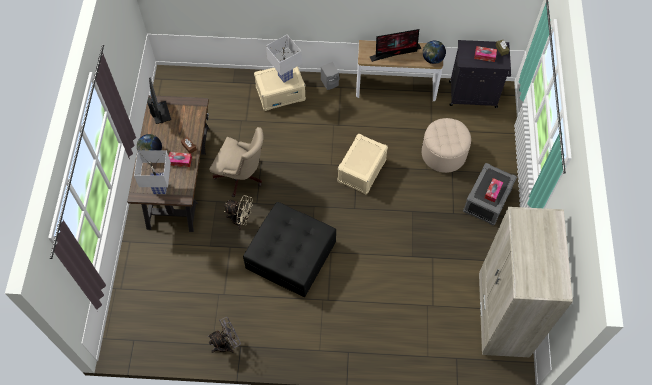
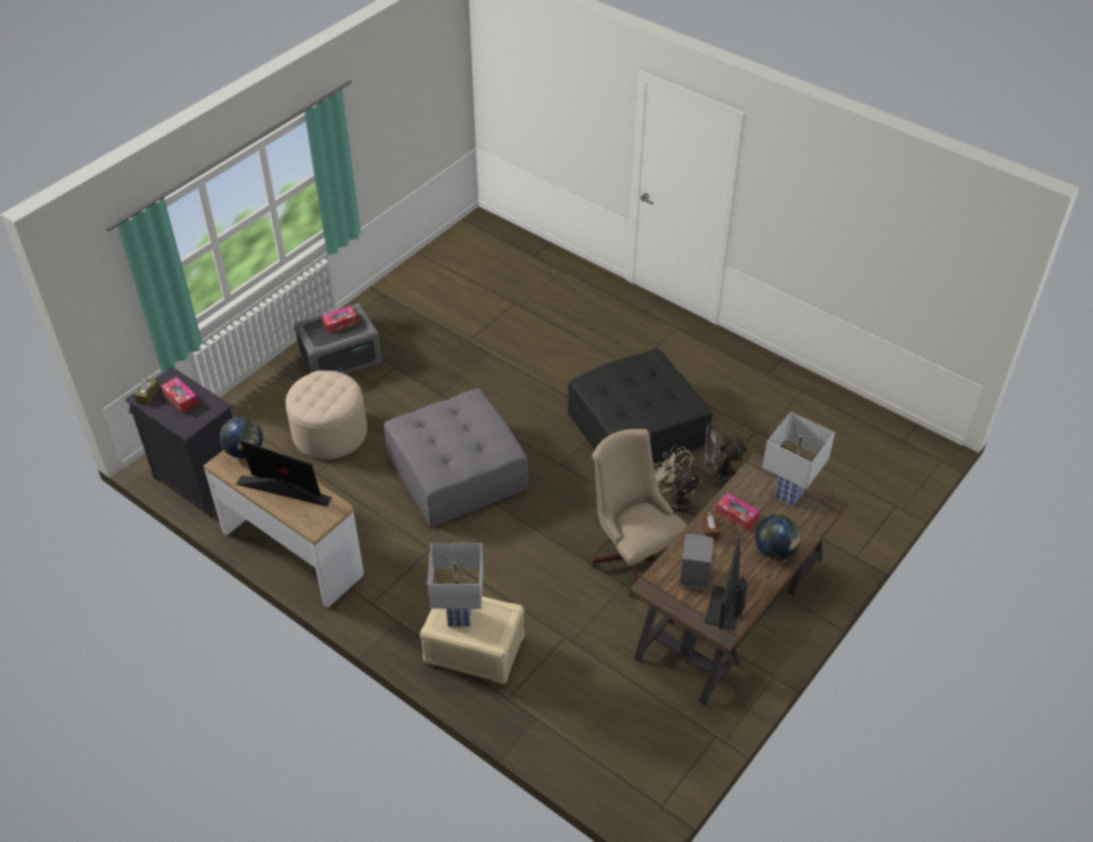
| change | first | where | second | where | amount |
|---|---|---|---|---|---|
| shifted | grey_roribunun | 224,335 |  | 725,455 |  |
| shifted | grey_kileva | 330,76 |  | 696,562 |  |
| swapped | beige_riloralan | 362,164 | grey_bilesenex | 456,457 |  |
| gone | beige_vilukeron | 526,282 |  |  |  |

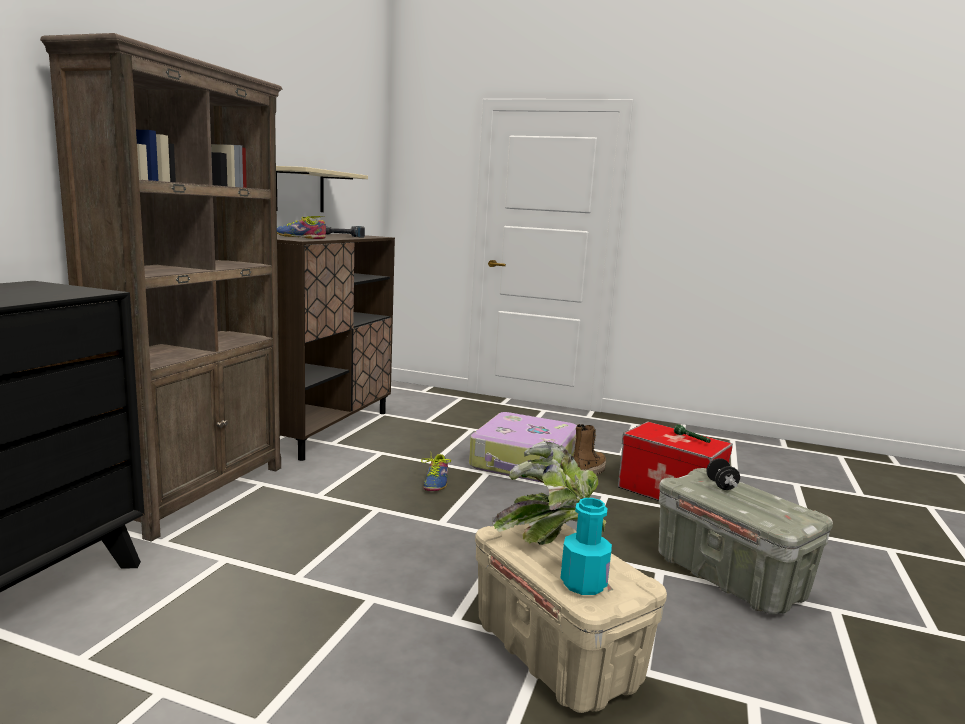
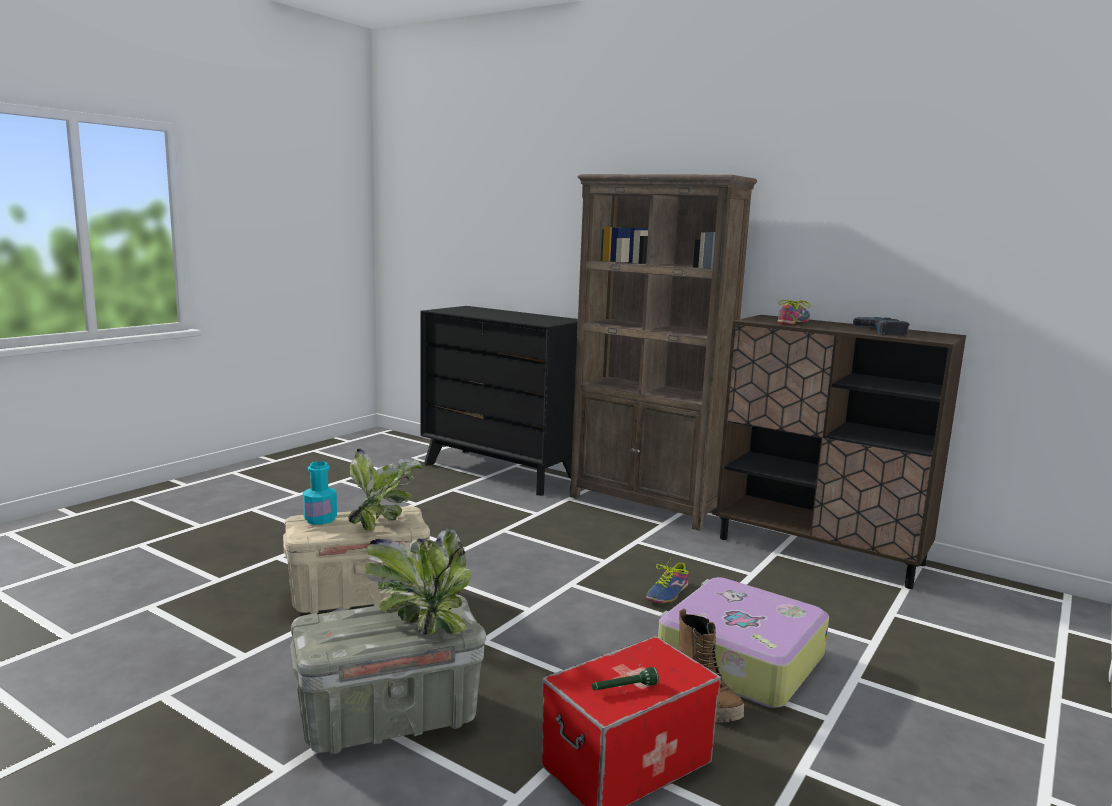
| change | first | where | second | where | amount |
|---|---|---|---|---|---|
| gone | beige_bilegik | 322,189 |  |  |  |
| rotated | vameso | 436,471 |  | 667,581 | 75 degrees counterclockwise |
| swapped | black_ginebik | 723,474 | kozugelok | 418,580 |  |

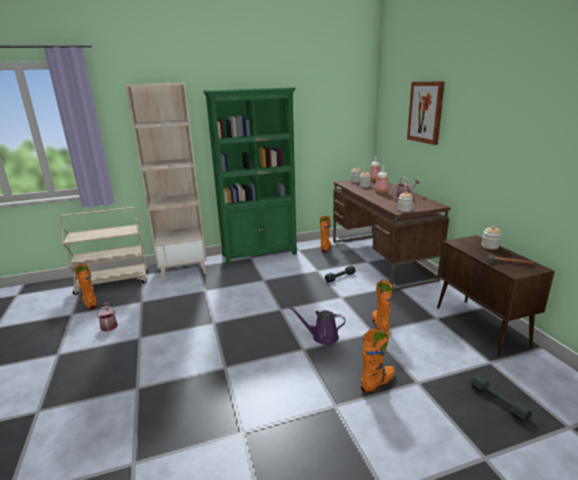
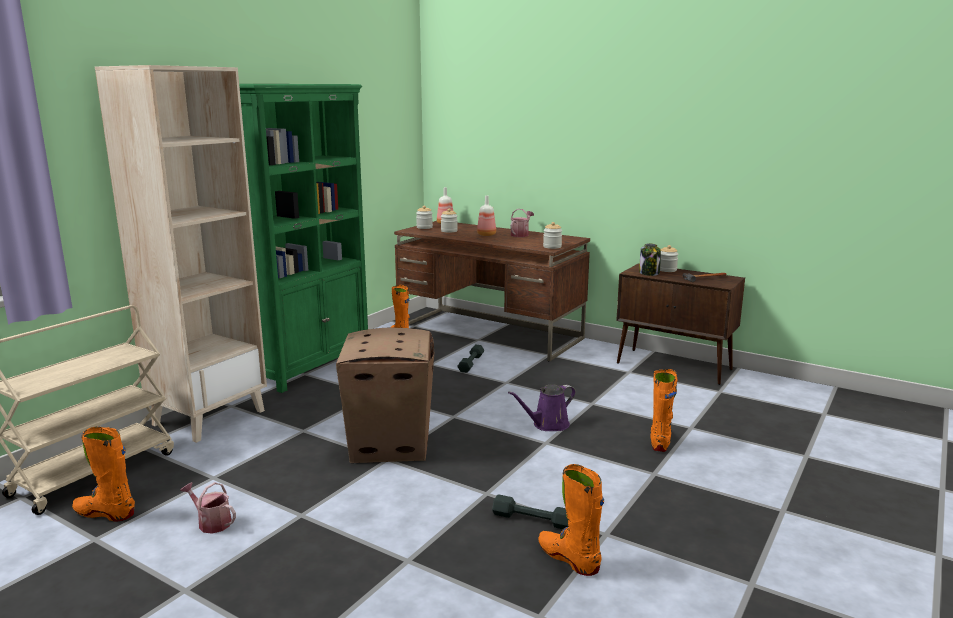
| change | first | where | second | where | amount |
|---|---|---|---|---|---|
| shifted | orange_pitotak | 382,306 |  | 571,520 |  |
| gone | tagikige | 426,113 |  |  |  |
| shifted | grey_ginebik | 501,398 |  | 530,511 |  |
| new |  |  | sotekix | 385,395 |  |
| new |  |  | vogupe | 650,259 |  |

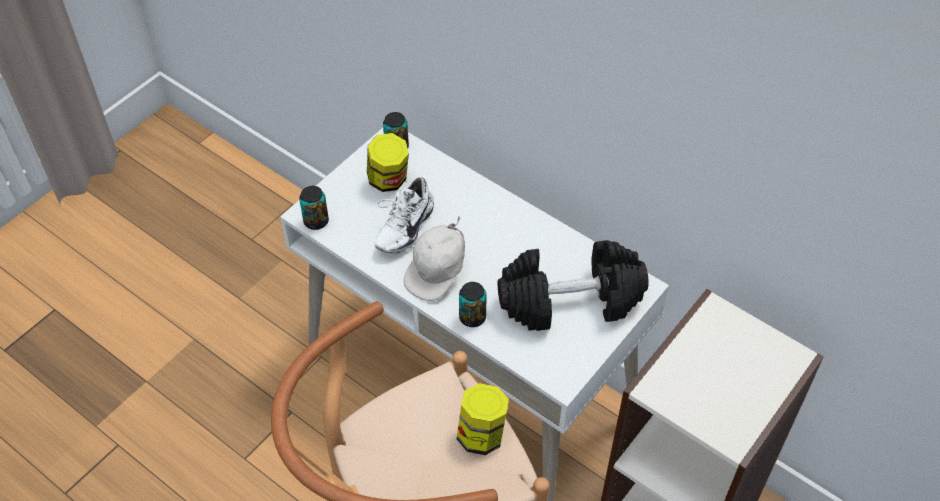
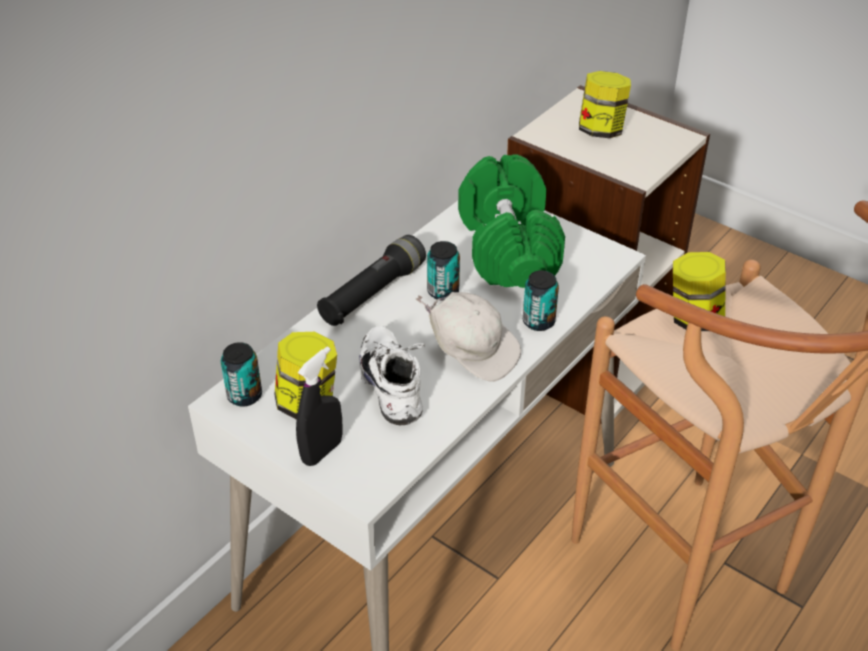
| change | first | where | second | where | amount |
|---|---|---|---|---|---|
| shifted | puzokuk | 314,208 |  | 443,270 |  |
| rotated | white_vameso | 404,215 |  | 392,375 | 135 degrees counterclockwise |
| repainted | black_ginebik | 573,285 | green_ginebik | 511,221 |  |
| new |  |  | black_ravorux | 319,406 |  |
| new |  |  | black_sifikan | 371,280 |  |
| new |  |  | vogupe | 605,104 |  |

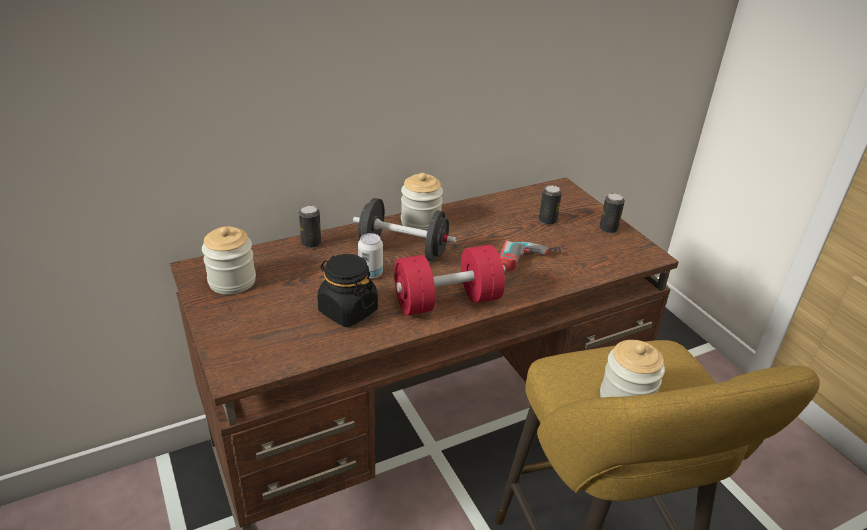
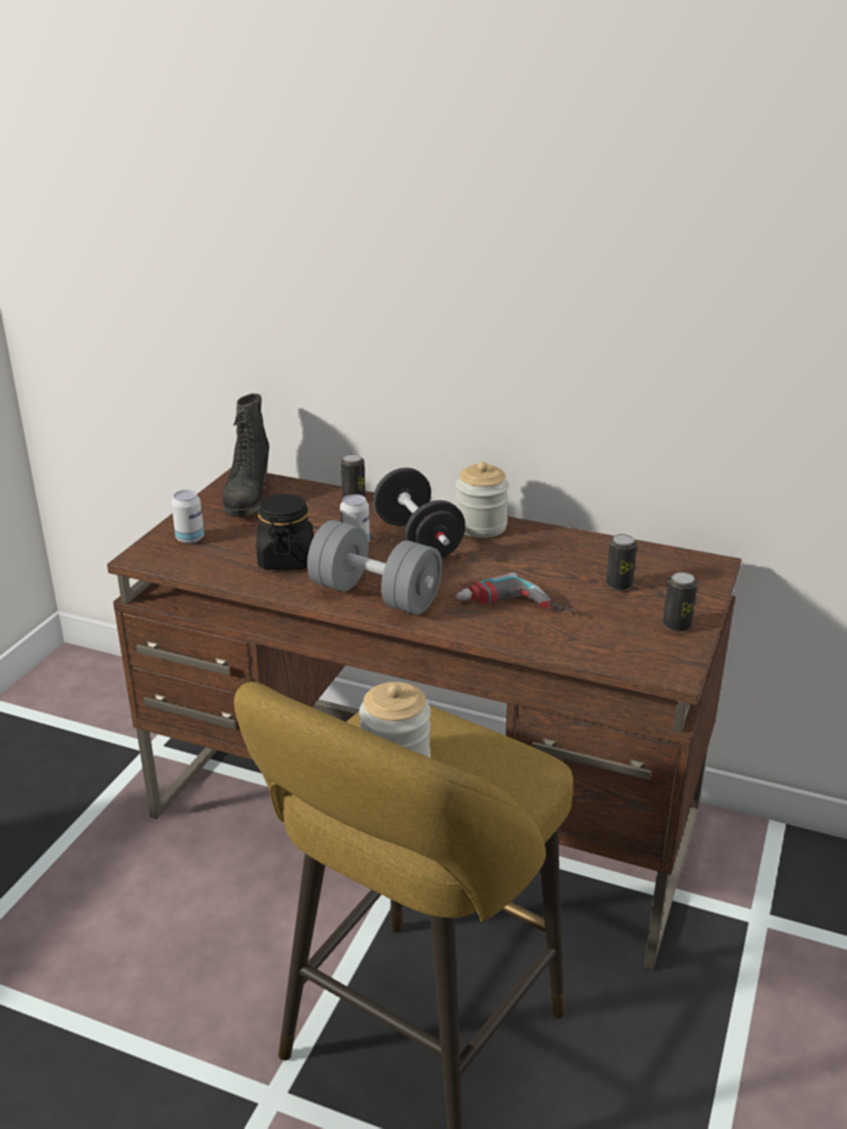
| change | first | where | second | where | amount |
|---|---|---|---|---|---|
| swapped | vogupe | 229,260 | black_pitotak | 246,455 |  |
| repainted | red_ginebik | 449,280 | grey_ginebik | 374,567 |  |
| new |  |  | puzokuk | 187,517 |  |

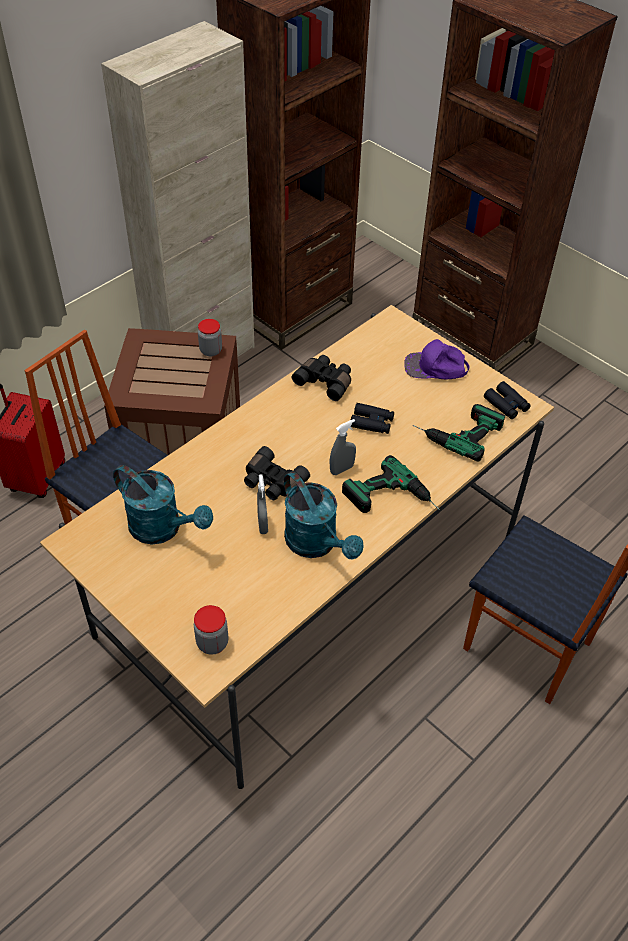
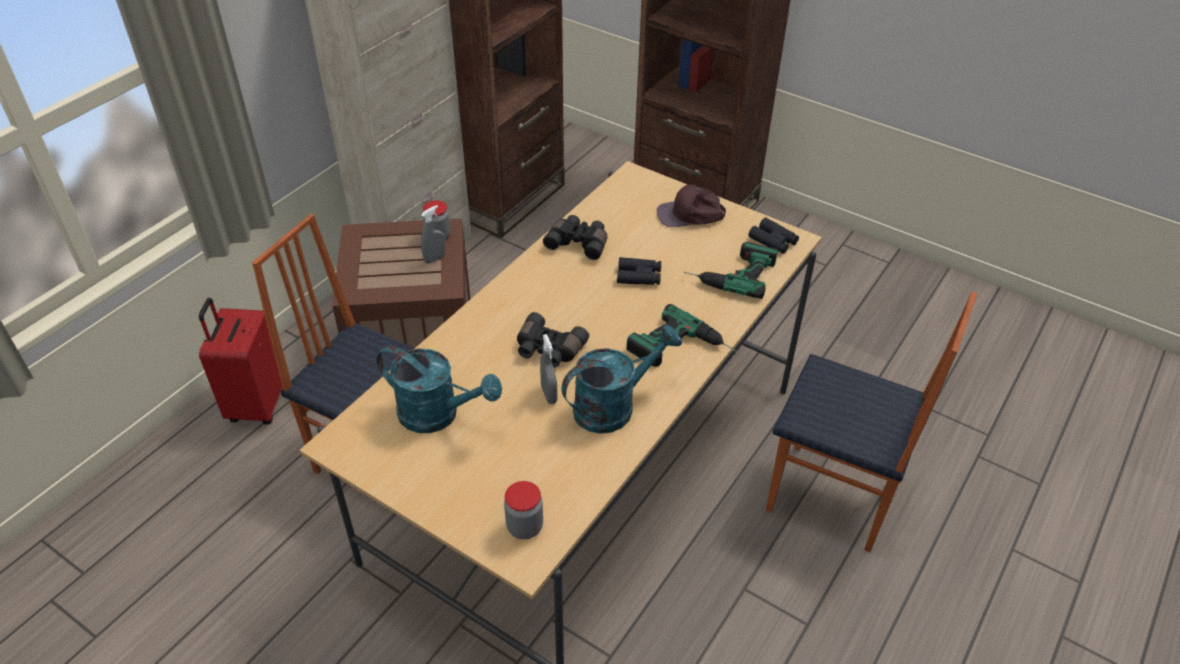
| change | first | where | second | where | amount |
|---|---|---|---|---|---|
| rotated | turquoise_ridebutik | 323,515 |  | 622,379 | 75 degrees counterclockwise |
| shifted | grey_ravorux | 343,447 |  | 433,234 |  |
| repainted | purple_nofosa | 436,359 | brown_nofosa | 691,205 |  |

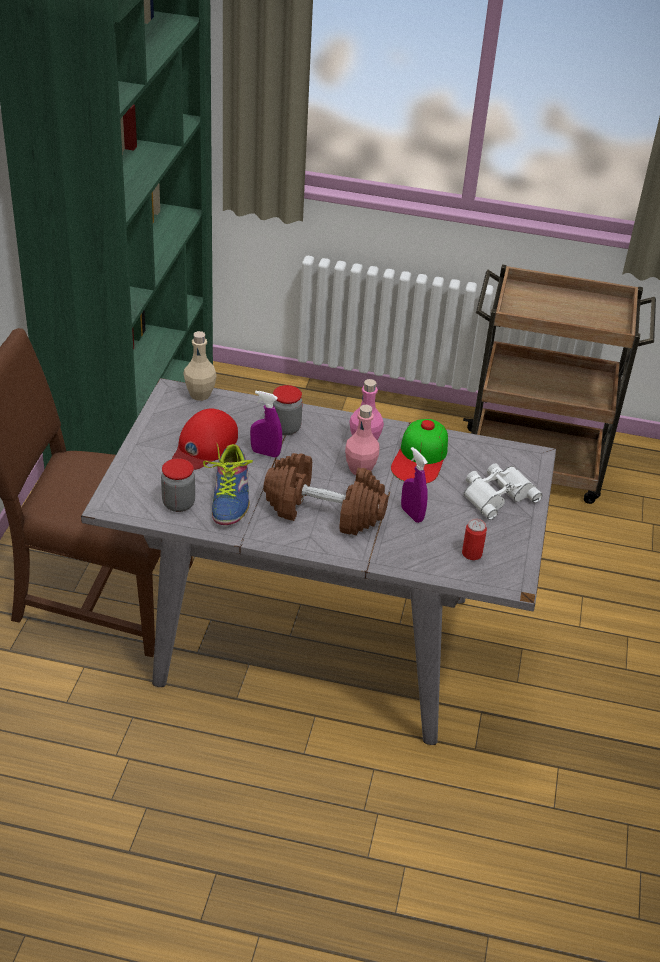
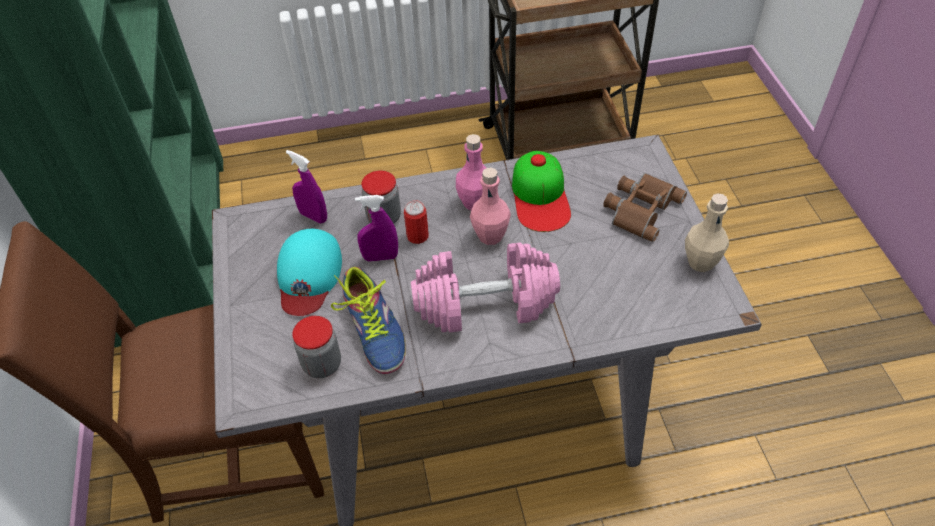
| change | first | where | second | where | amount |
|---|---|---|---|---|---|
| repainted | red_nofosa | 205,439 | turquoise_nofosa | 309,272 |  |
| shifted | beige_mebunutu | 200,366 |  | 707,232 |  |
| repainted | brown_ginebik | 325,494 | pink_ginebik | 485,287 |  |
| shifted | purple_ravorux | 414,485 |  | 306,186 |  |
| shifted | puzokuk | 474,539 |  | 416,222 |  |
| repainted | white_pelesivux | 503,491 | brown_pelesivux | 645,207 |  |

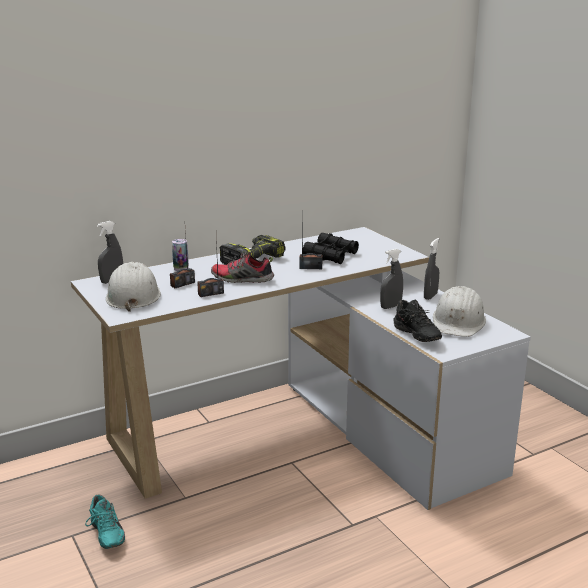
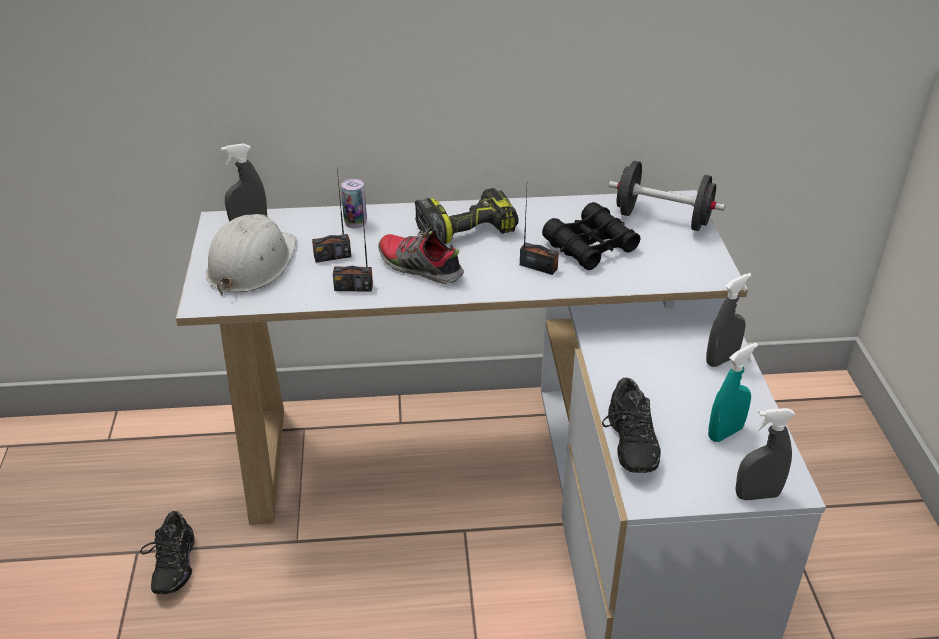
| change | first | where | second | where | amount |
|---|---|---|---|---|---|
| repainted | turquoise_vameso | 105,521 | black_vameso | 167,552 |  |
| shifted | grey_ravorux | 391,279 |  | 765,454 |  |
| swapped | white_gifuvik | 459,311 | turquoise_ravorux | 733,392 |  |
| new |  |  | black_ginebik | 667,196 |  |

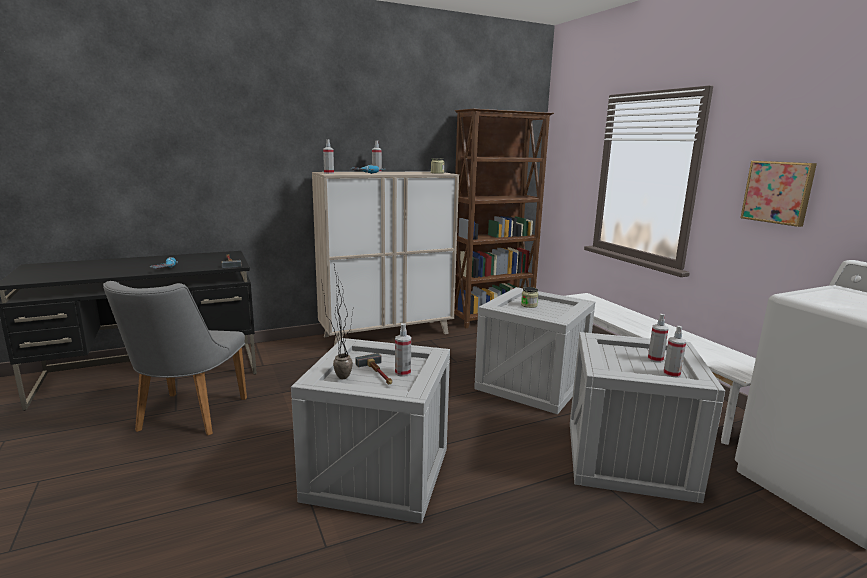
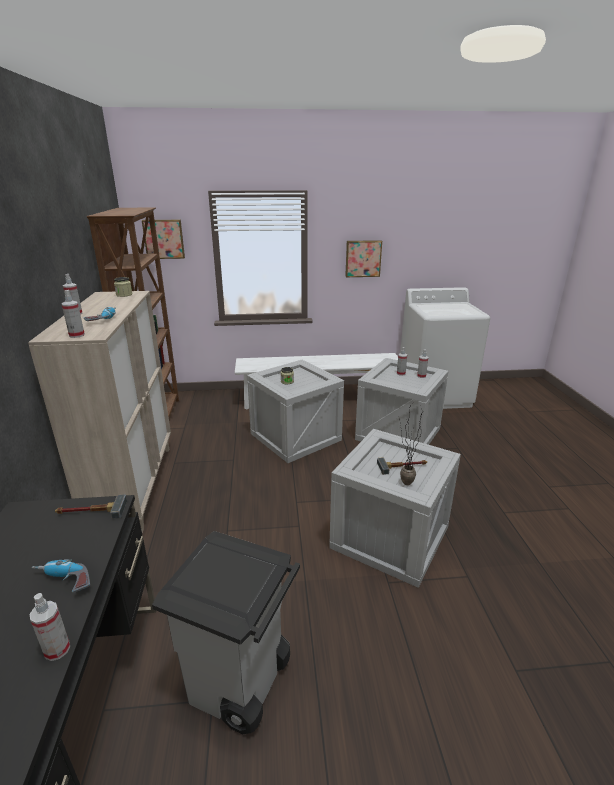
| change | first | where | second | where | amount |
|---|---|---|---|---|---|
| swapped | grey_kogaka | 175,358 | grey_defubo | 226,633 |  |
| shifted | ravorux | 403,350 |  | 50,627 |  |
| new |  |  | tagikige | 163,239 |  |

